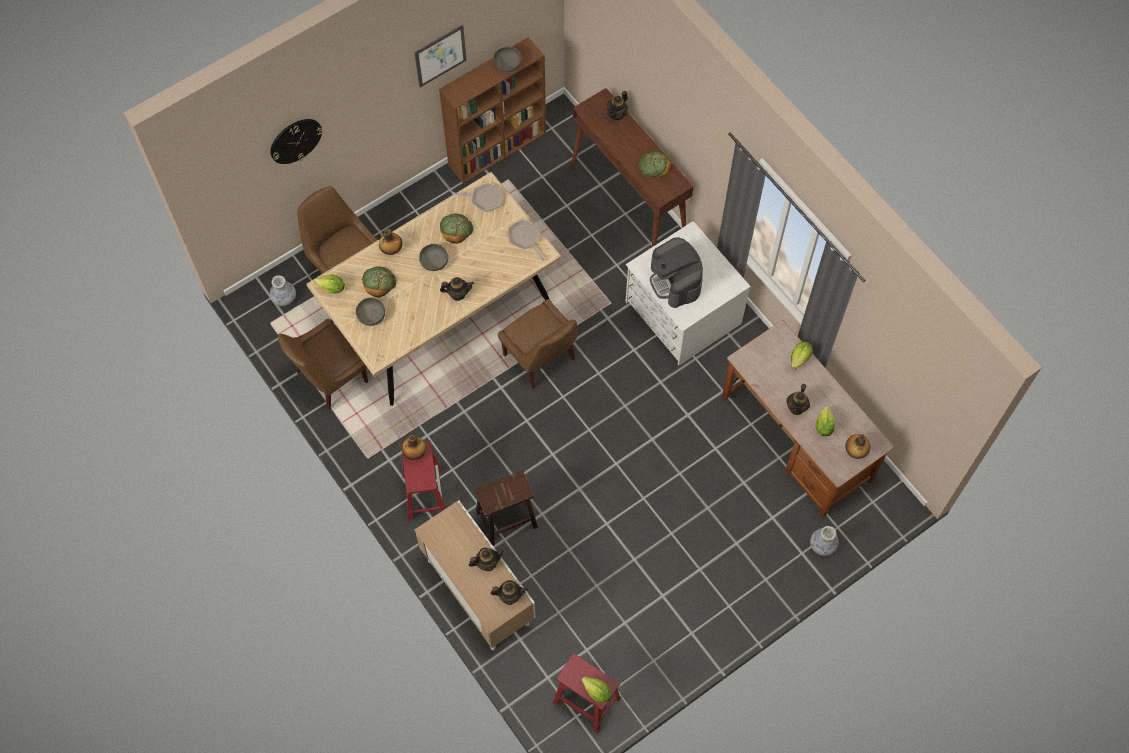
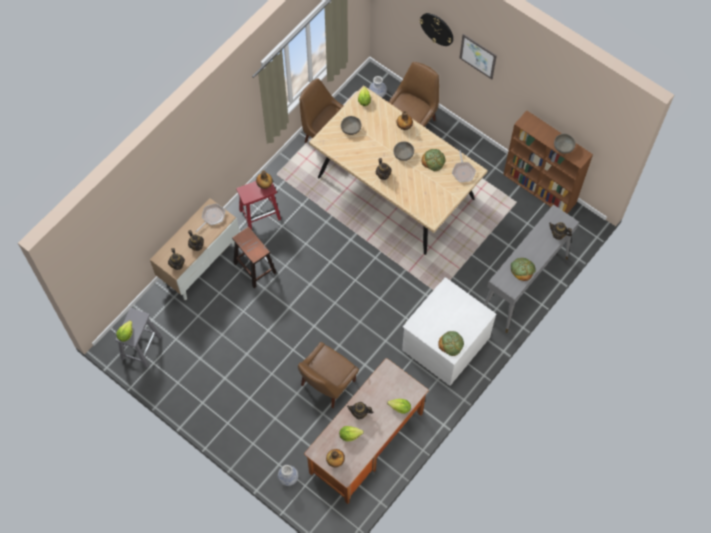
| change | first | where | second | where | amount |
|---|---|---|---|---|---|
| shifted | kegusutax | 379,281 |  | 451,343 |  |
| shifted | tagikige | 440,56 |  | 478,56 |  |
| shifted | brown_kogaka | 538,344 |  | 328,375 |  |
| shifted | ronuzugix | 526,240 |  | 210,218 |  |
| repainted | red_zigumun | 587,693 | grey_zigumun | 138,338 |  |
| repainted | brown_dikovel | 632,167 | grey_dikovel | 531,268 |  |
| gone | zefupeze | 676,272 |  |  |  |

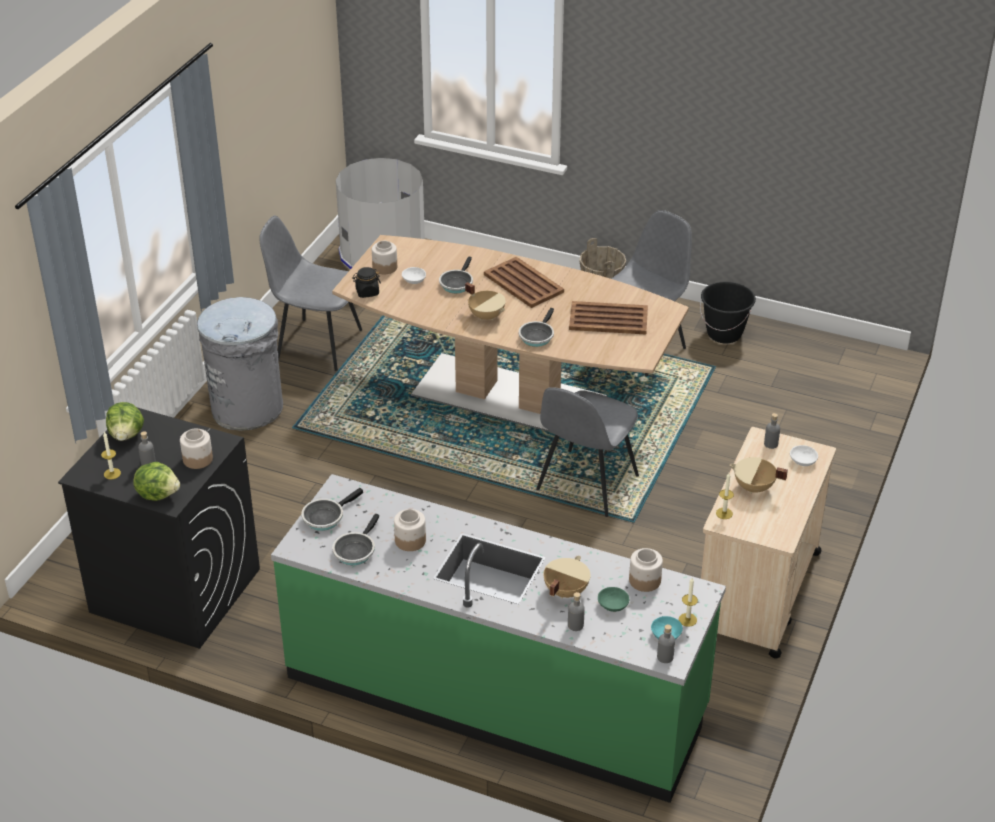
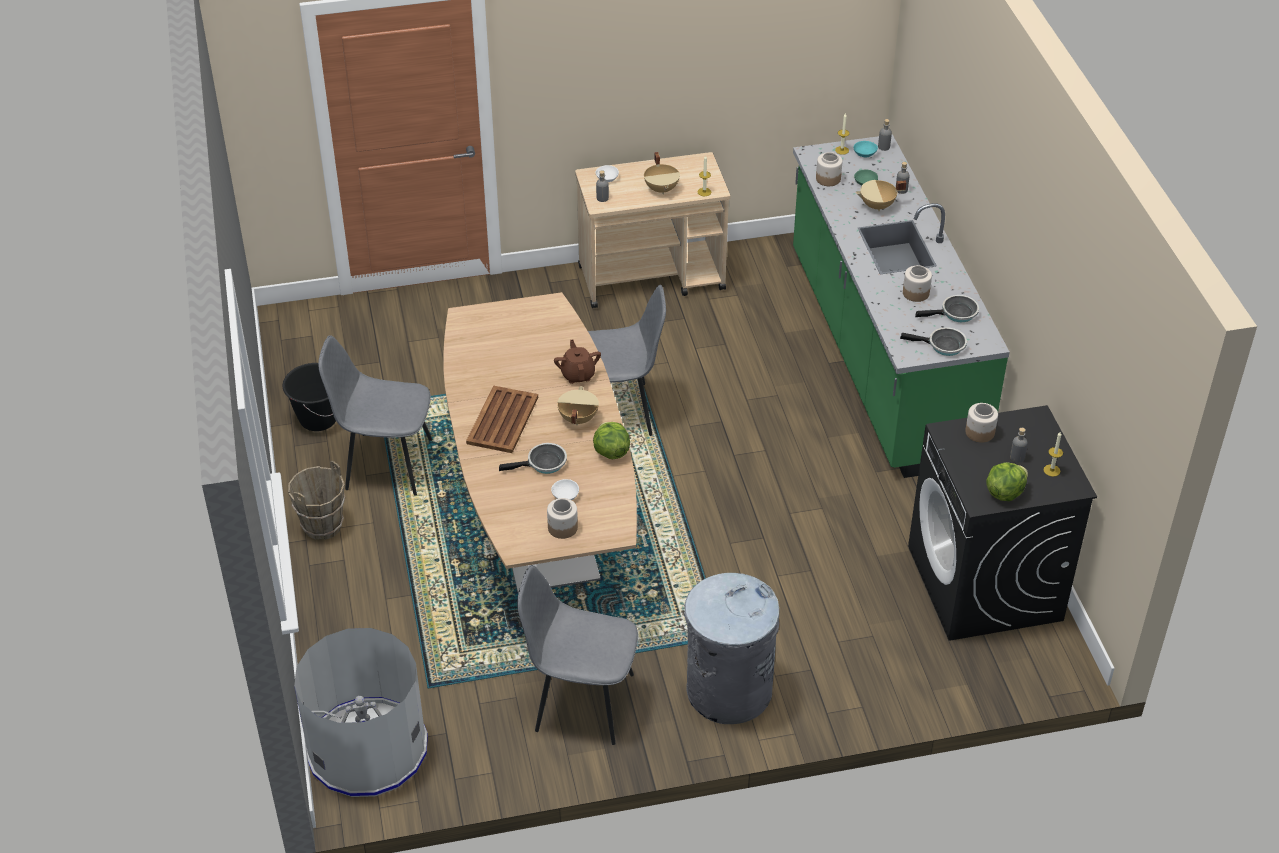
| change | first | where | second | where | amount |
|---|---|---|---|---|---|
| shifted | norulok | 156,481 |  | 611,440 |  |
| rotated | grey_kogaka | 311,293 |  | 577,655 | 120 degrees clockwise |
| gone | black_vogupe | 366,282 |  |  |  |
| swapped | ronuzugix | 536,327 | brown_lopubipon | 577,362 |  |
| gone | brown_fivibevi | 608,317 |  |  |  |

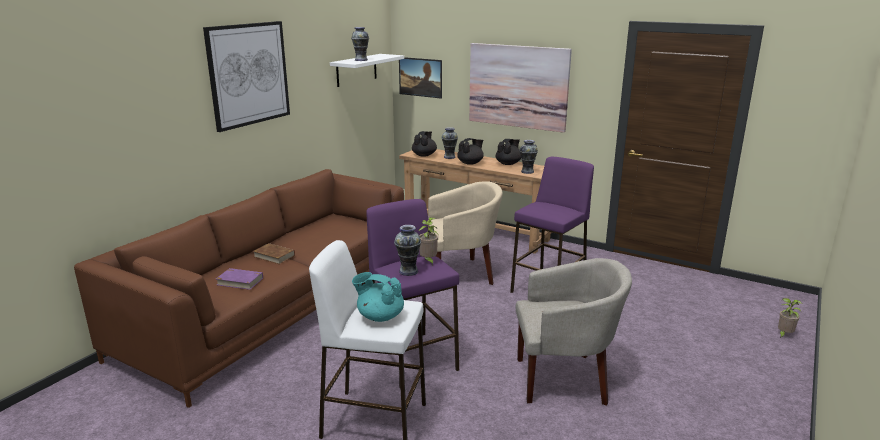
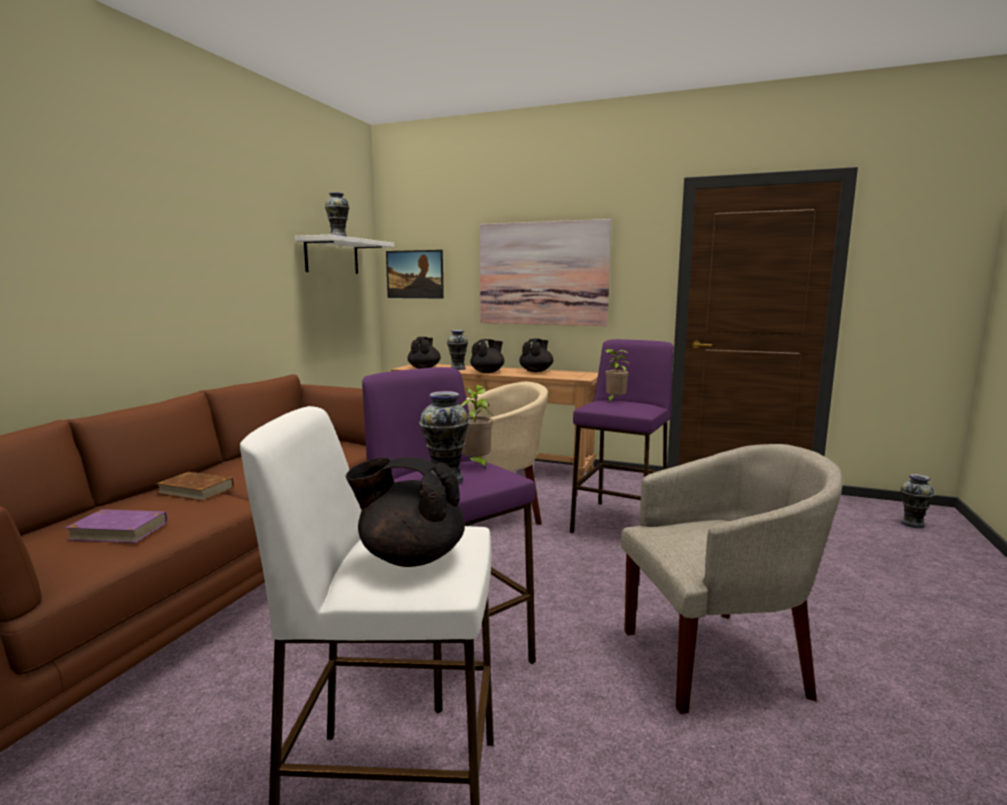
| change | first | where | second | where | amount |
|---|---|---|---|---|---|
| gone | tagikige | 246,76 |  |  |  |
| repainted | turquoise_lopubipon | 378,297 | black_lopubipon | 405,512 |  |
| shifted | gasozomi | 528,157 |  | 917,501 |  |
| shifted | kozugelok | 790,318 |  | 617,376 |  |

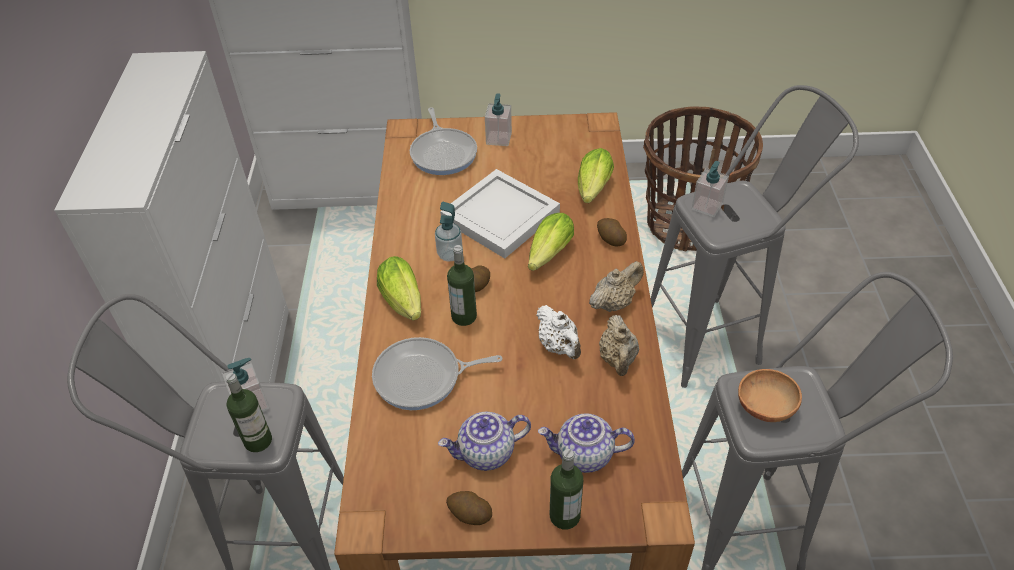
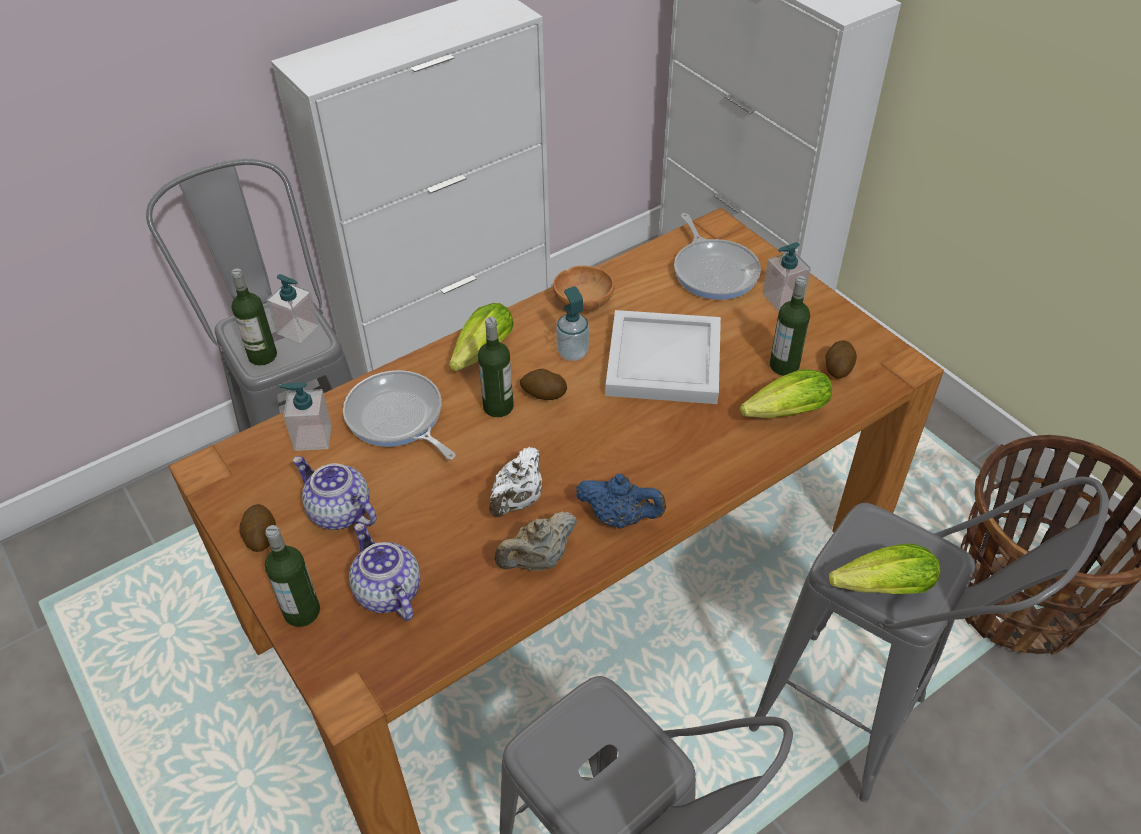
| change | first | where | second | where | amount |
|---|---|---|---|---|---|
| rotated | ronuzugix | 443,141 |  | 717,256 | 60 degrees counterclockwise |
| shifted | norulok | 551,242 |  | 884,568 |  |
| repainted | beige_lopubipon | 616,286 | blue_lopubipon | 621,501 |  |
| shifted | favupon | 612,232 |  | 841,359 |  |
| shifted | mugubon | 710,189 |  | 305,416 |  |
| shifted | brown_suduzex | 770,395 |  | 583,288 |  |
| new |  |  | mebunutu | 790,326 |  |

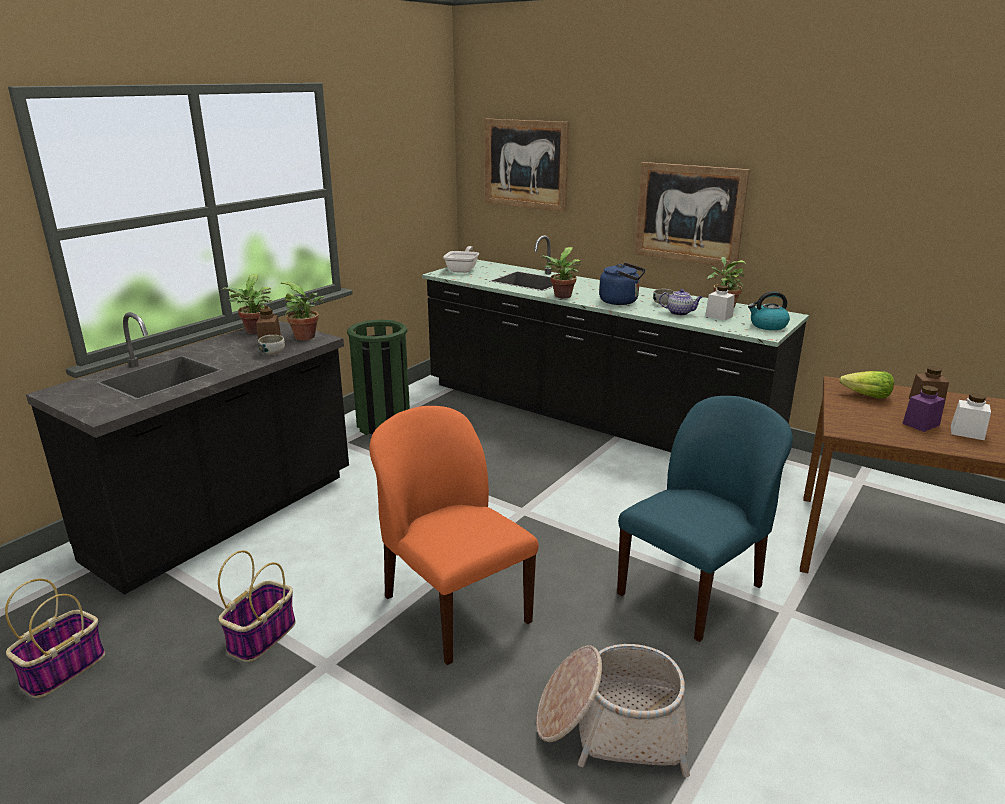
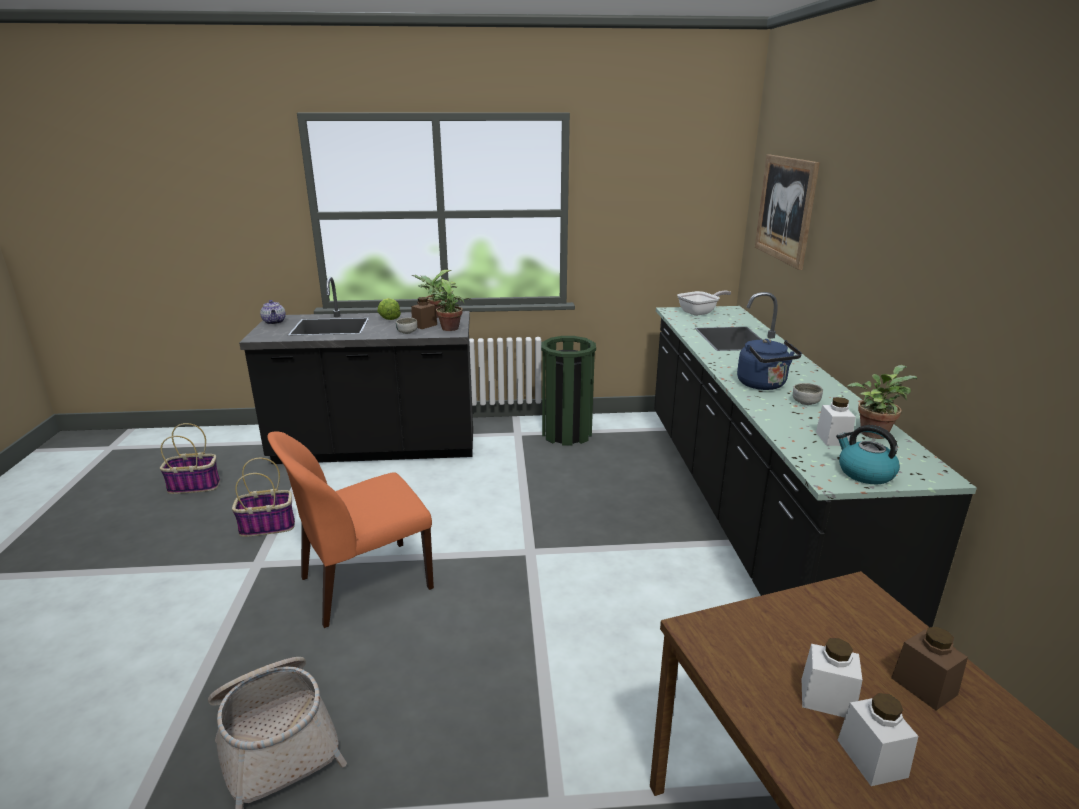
| change | first | where | second | where | amount |
|---|---|---|---|---|---|
| rotated | orange_kogaka | 454,535 |  | 351,529 | 135 degrees counterclockwise |
| gone | kozugelok | 560,272 |  |  |  |
| gone | blue_kogaka | 705,519 |  |  |  |
| gone | tagikige | 692,215 |  |  |  |
| shifted | lopubipon | 681,302 |  | 273,312 |  |
| shifted | norulok | 866,385 |  | 389,309 |  |
| repainted | purple_vogupe | 923,409 | white_vogupe | 832,678 |  |

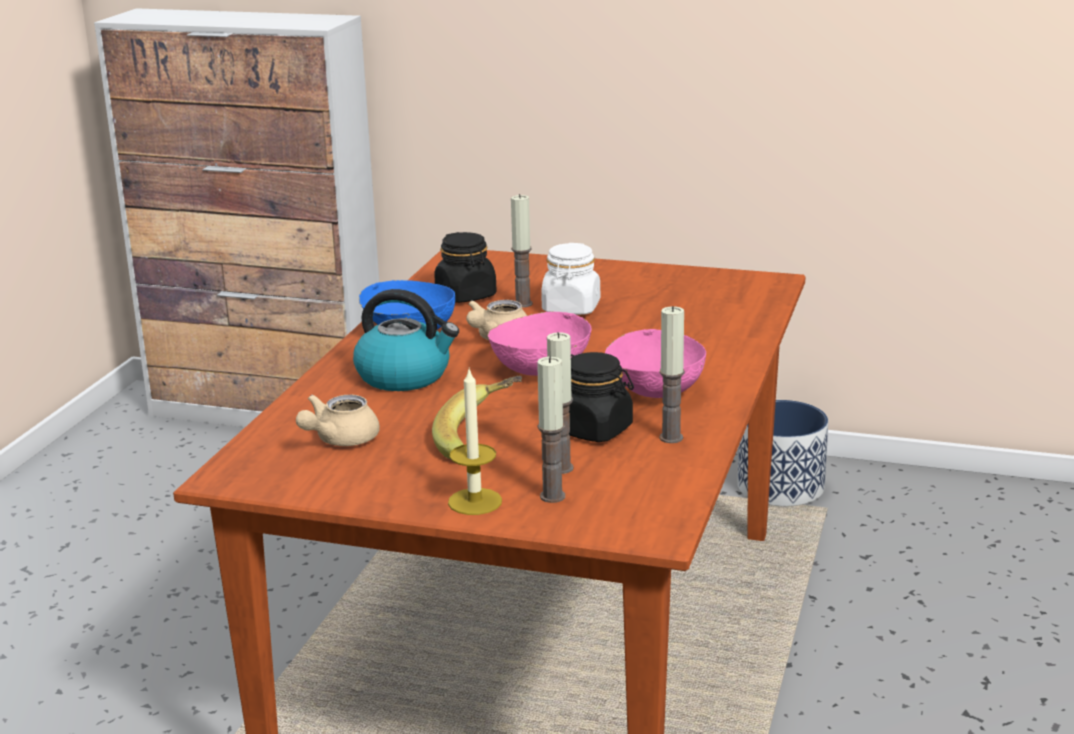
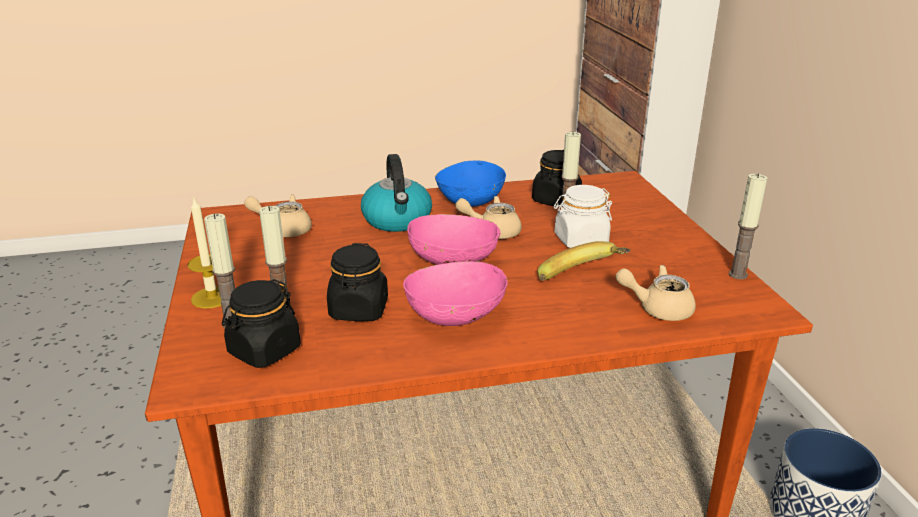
| change | first | where | second | where | amount |
|---|---|---|---|---|---|
| shifted | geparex | 477,417 |  | 584,261 |  |
| shifted | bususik | 672,374 |  | 748,226 |  |
| new |  |  | black_vogupe | 261,323 |  |
| new |  |  | beige_lopubipon | 655,293 |  |

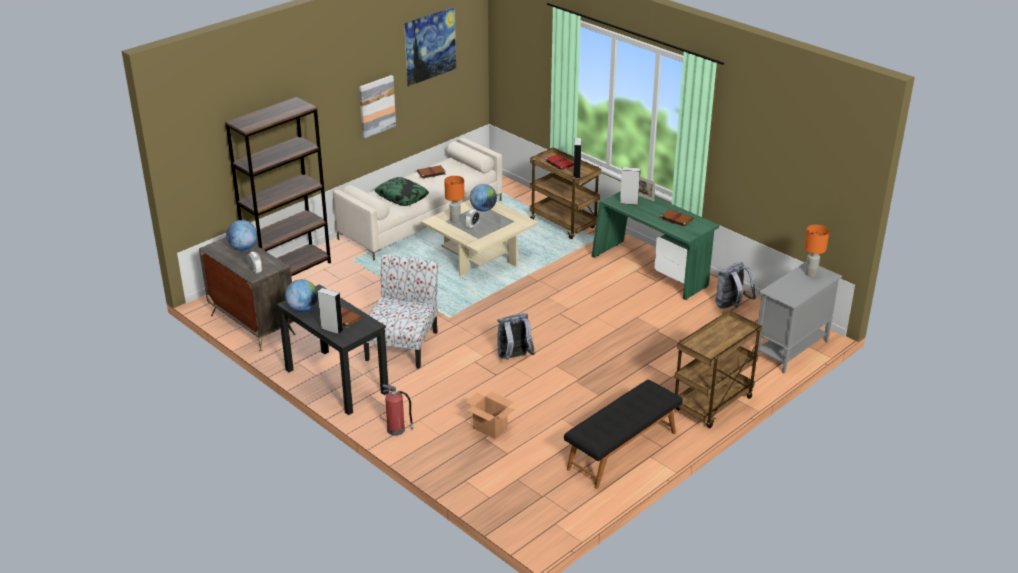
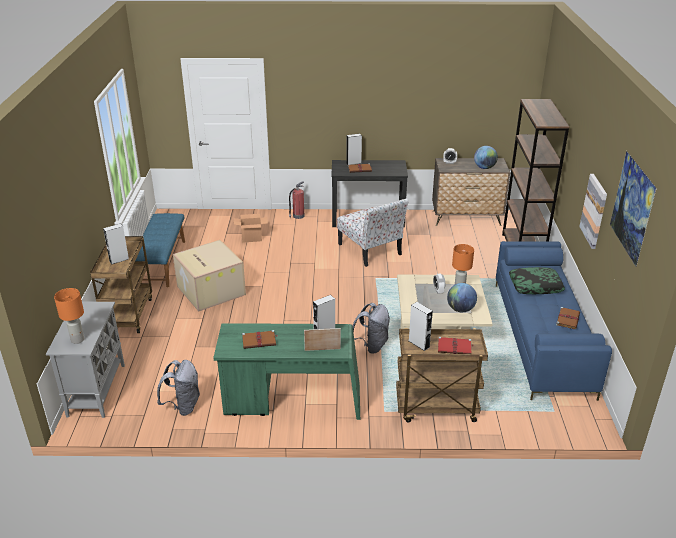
| change | first | where | second | where | amount |
|---|---|---|---|---|---|
| gone | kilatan | 301,295 |  |  |  |
| repainted | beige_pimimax | 417,198 | blue_pimimax | 554,321 |  |
| shifted | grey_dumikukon | 516,336 |  | 371,328 |  |
| repainted | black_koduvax | 623,434 | blue_koduvax | 160,250 |  |
| new |  |  | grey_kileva | 116,244 |  |
| new |  |  | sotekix | 209,276 |  |

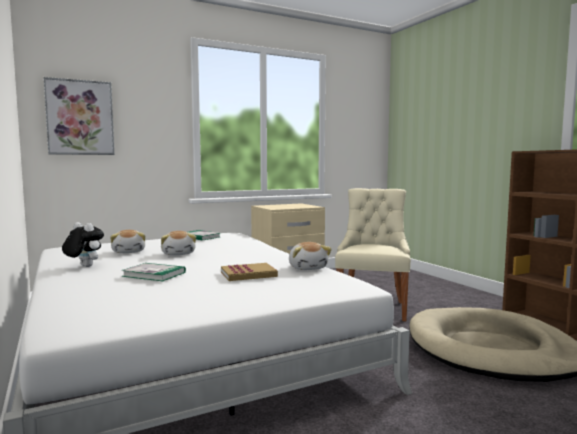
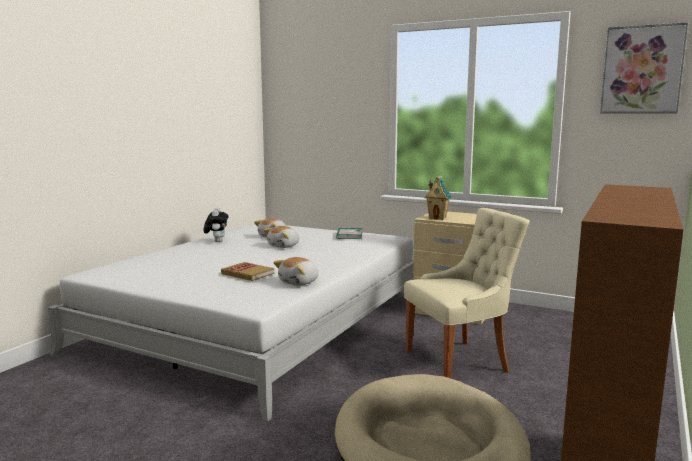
| change | first | where | second | where | amount |
|---|---|---|---|---|---|
| shifted | tagikige | 79,116 |  | 644,68 |  |
| gone | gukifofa | 153,272 |  |  |  |
| new |  |  | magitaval | 438,197 |  |

